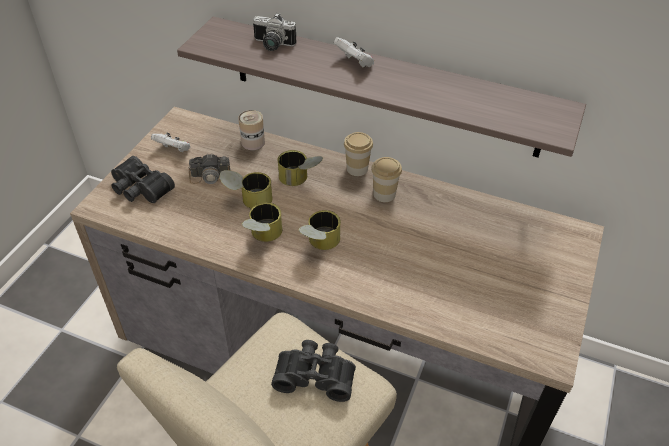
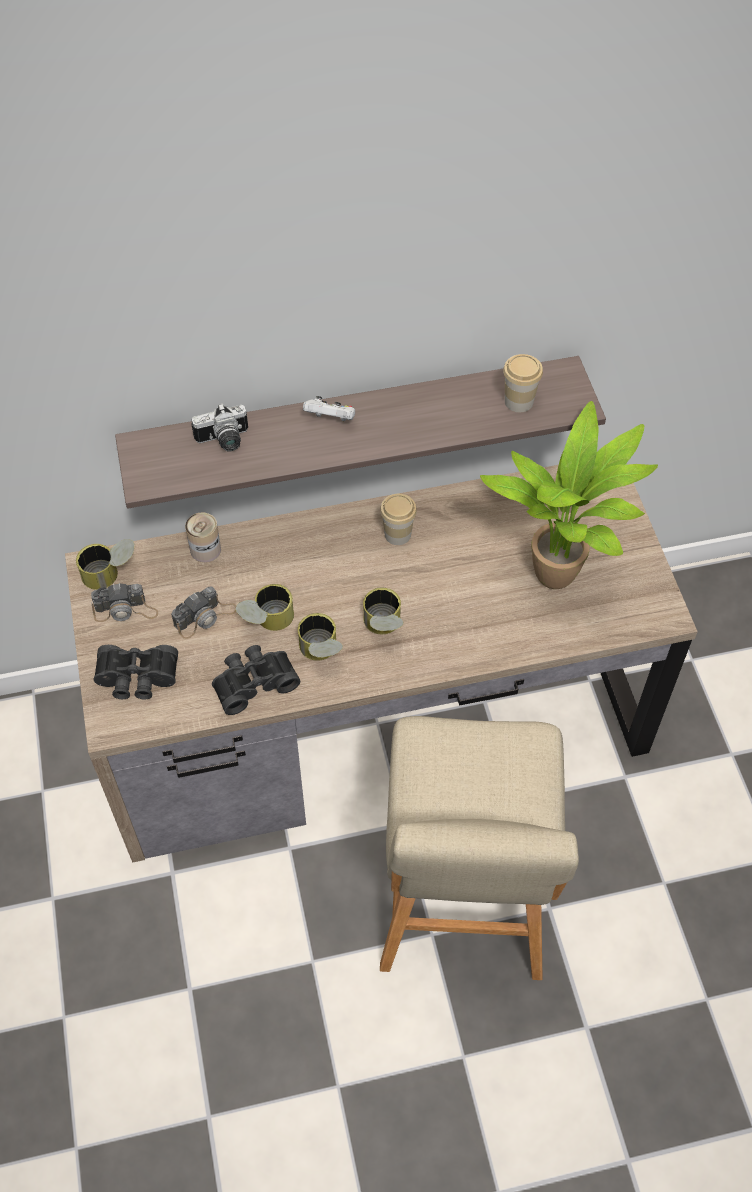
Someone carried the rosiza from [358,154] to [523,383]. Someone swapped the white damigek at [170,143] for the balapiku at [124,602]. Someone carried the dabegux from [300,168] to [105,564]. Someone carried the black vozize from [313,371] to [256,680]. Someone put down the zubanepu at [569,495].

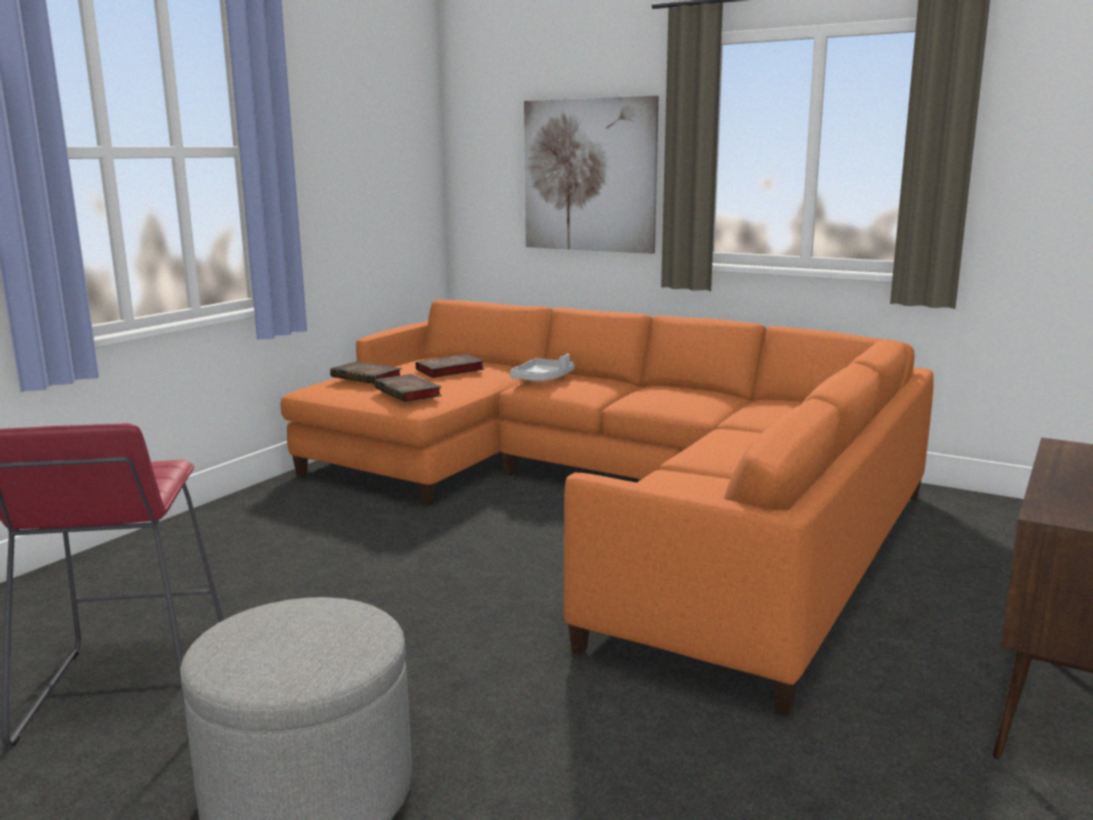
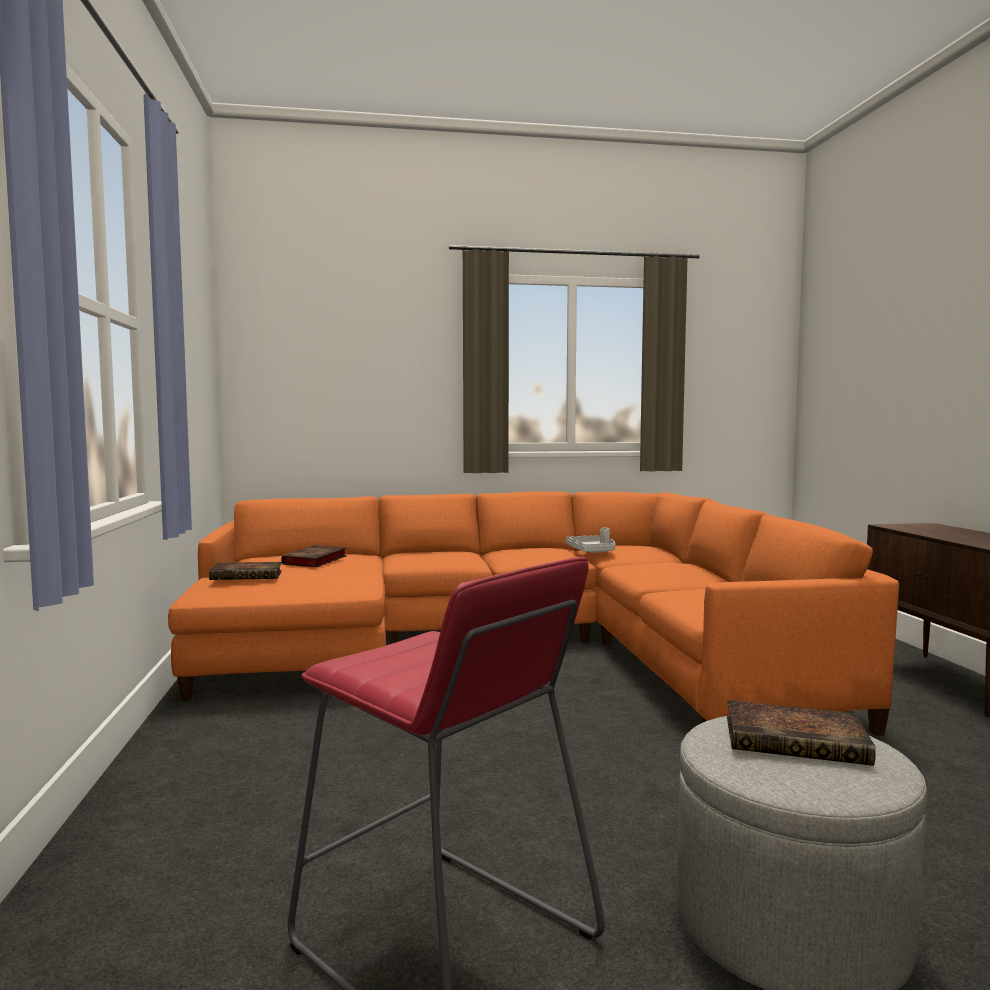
Someone took away the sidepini at [591,175]. Someone carried the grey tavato from [542,367] to [590,540]. Someone carried the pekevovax from [408,388] to [801,733].

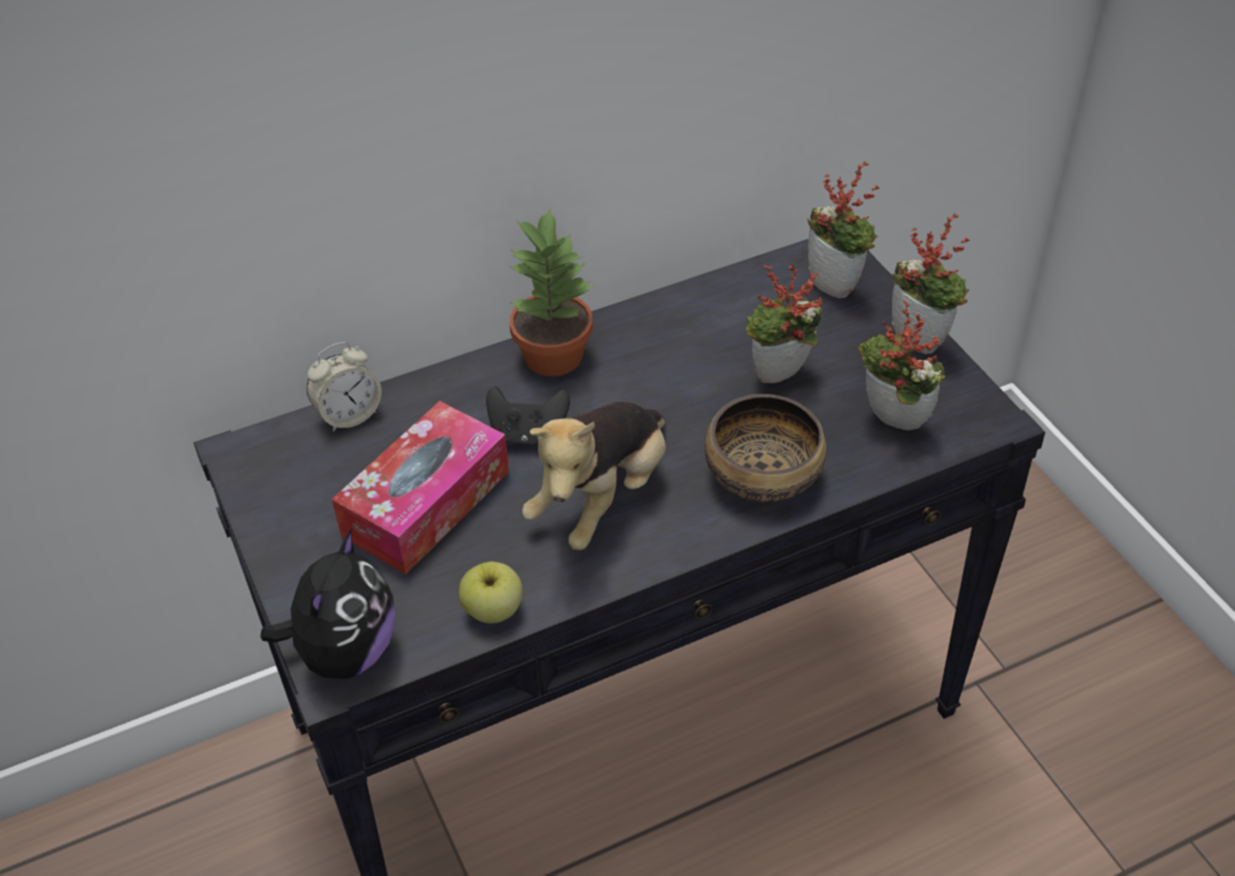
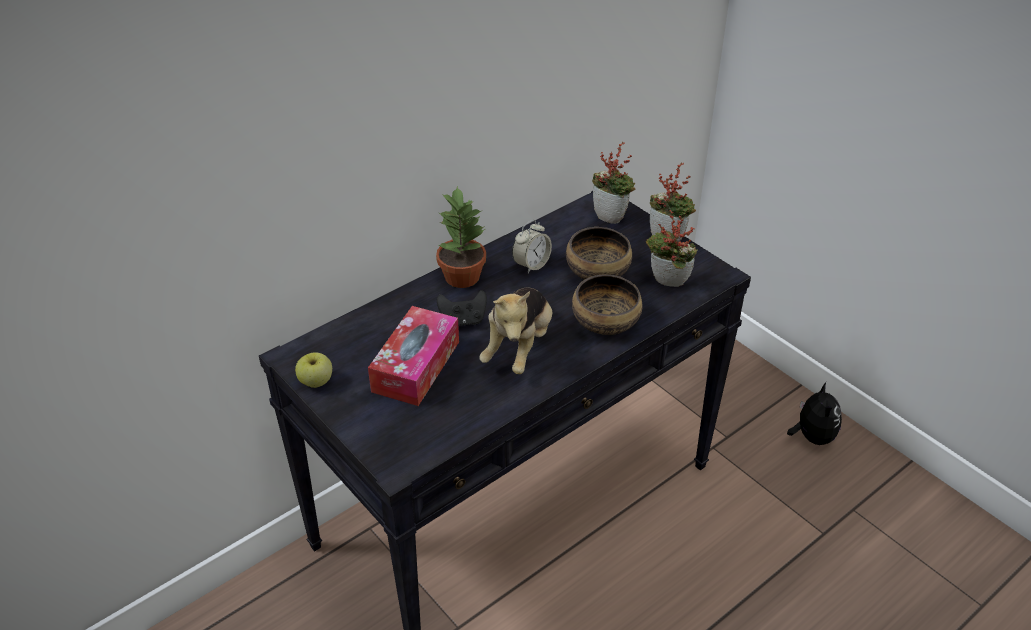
Someone swapped the zubanepu at [784,324] for the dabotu at [599,253]. Someone carried the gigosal from [344,387] to [532,247]. Someone carried the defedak from [328,603] to [814,413]. Someone carried the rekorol from [491,592] to [313,370].

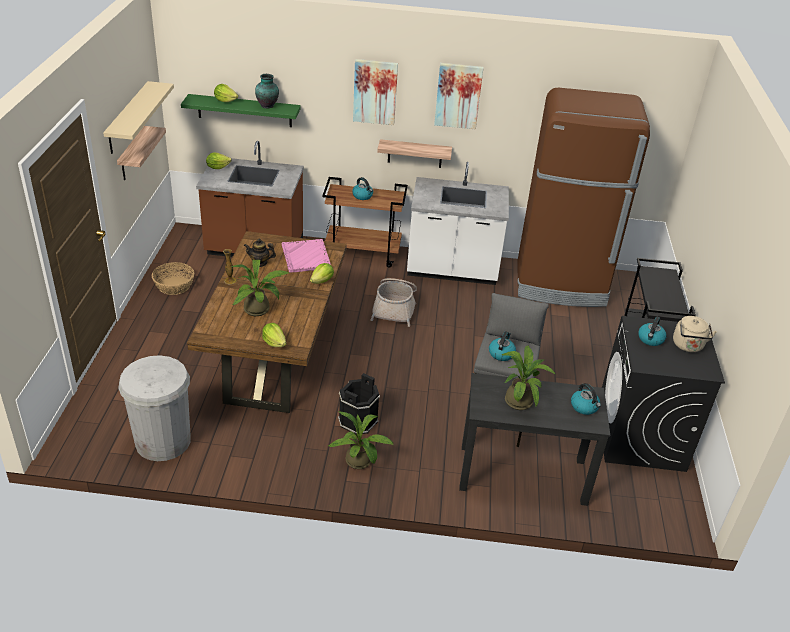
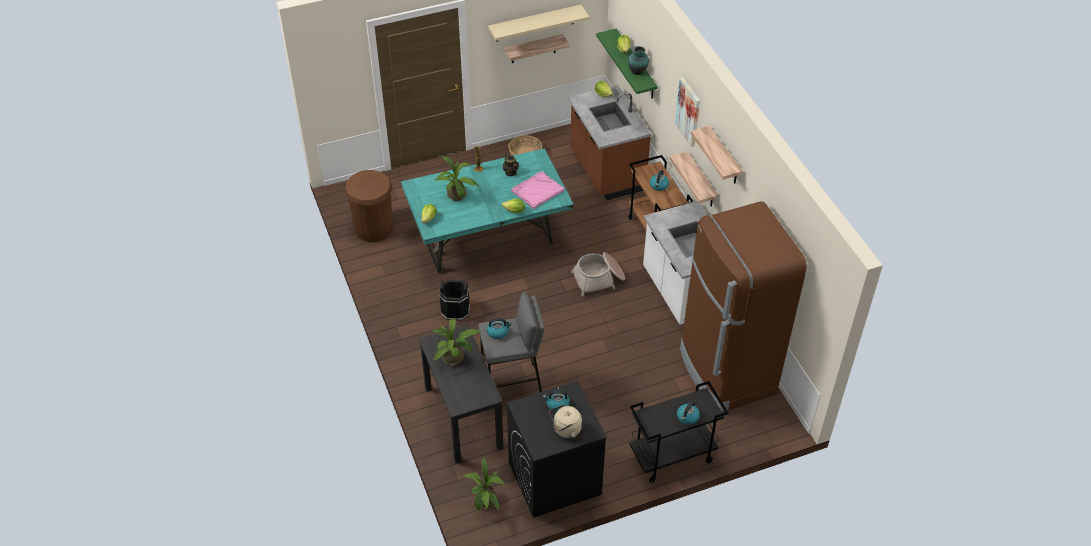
Someone swapped the sidepini at [459,96] for the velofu at [716,154]. Someone repainted the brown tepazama at [267,322], which became the turquoise tepazama at [487,210]. Someone repainted the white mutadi at [154,408], which became the brown mutadi at [369,206]. Someone carried the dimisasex from [586,399] to [688,413]. Someone carried the zubanepu from [361,440] to [484,484].

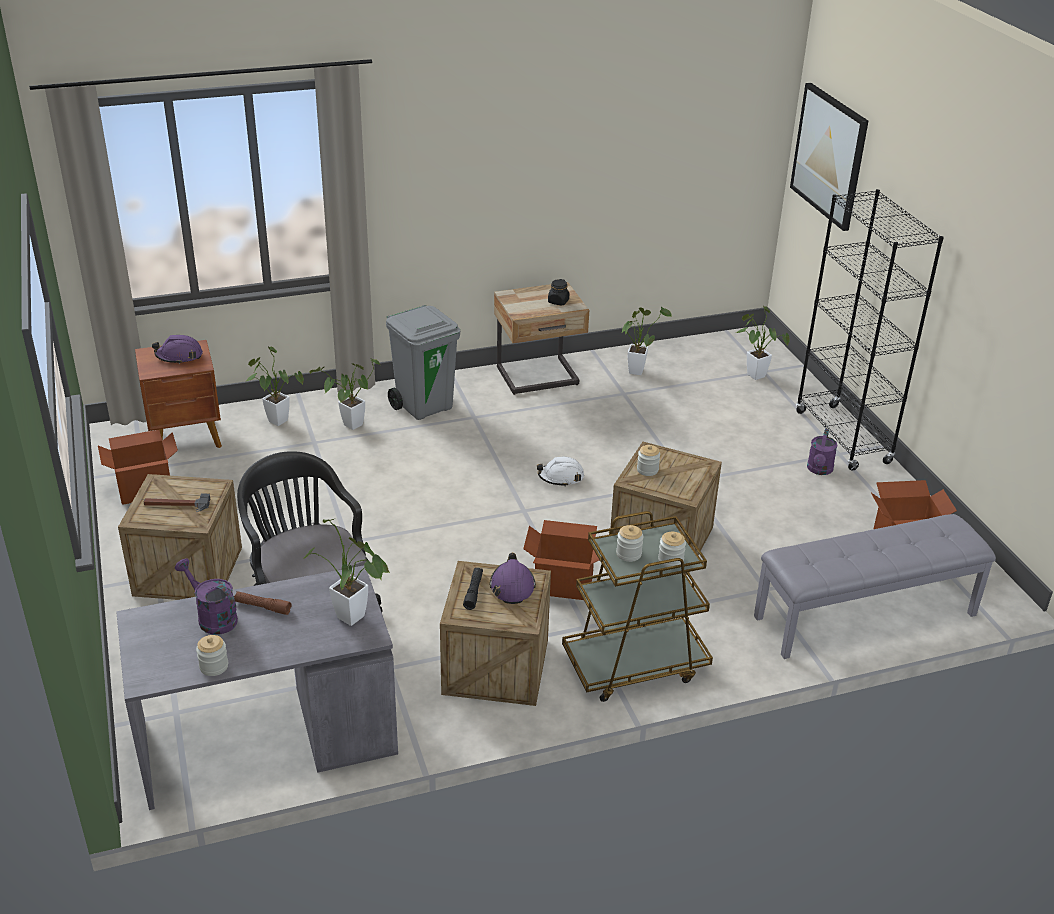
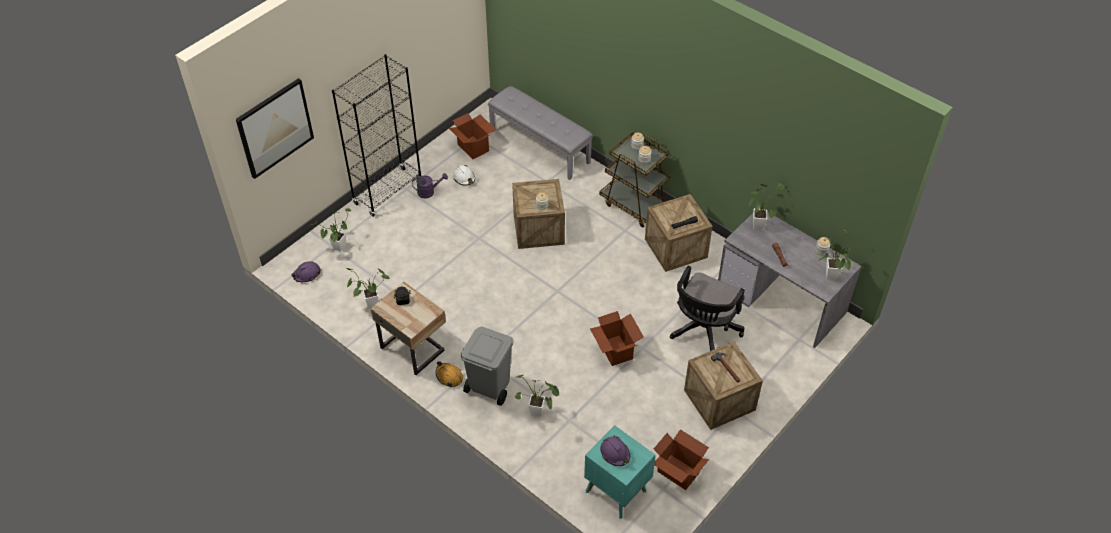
Someone repainted the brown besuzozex at [178,394], which became the turquoise besuzozex at [619,472]. Someone carried the zubanepu from [275,386] to [835,255]. Someone carried the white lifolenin from [560,472] to [464,175]. Someone carried the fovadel from [561,560] to [617,338]. Someone carried the purple lifolenin from [513,578] to [306,271]. Someone took away the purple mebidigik at [206,596]. Someone put down the orange lifolenin at [449,374].

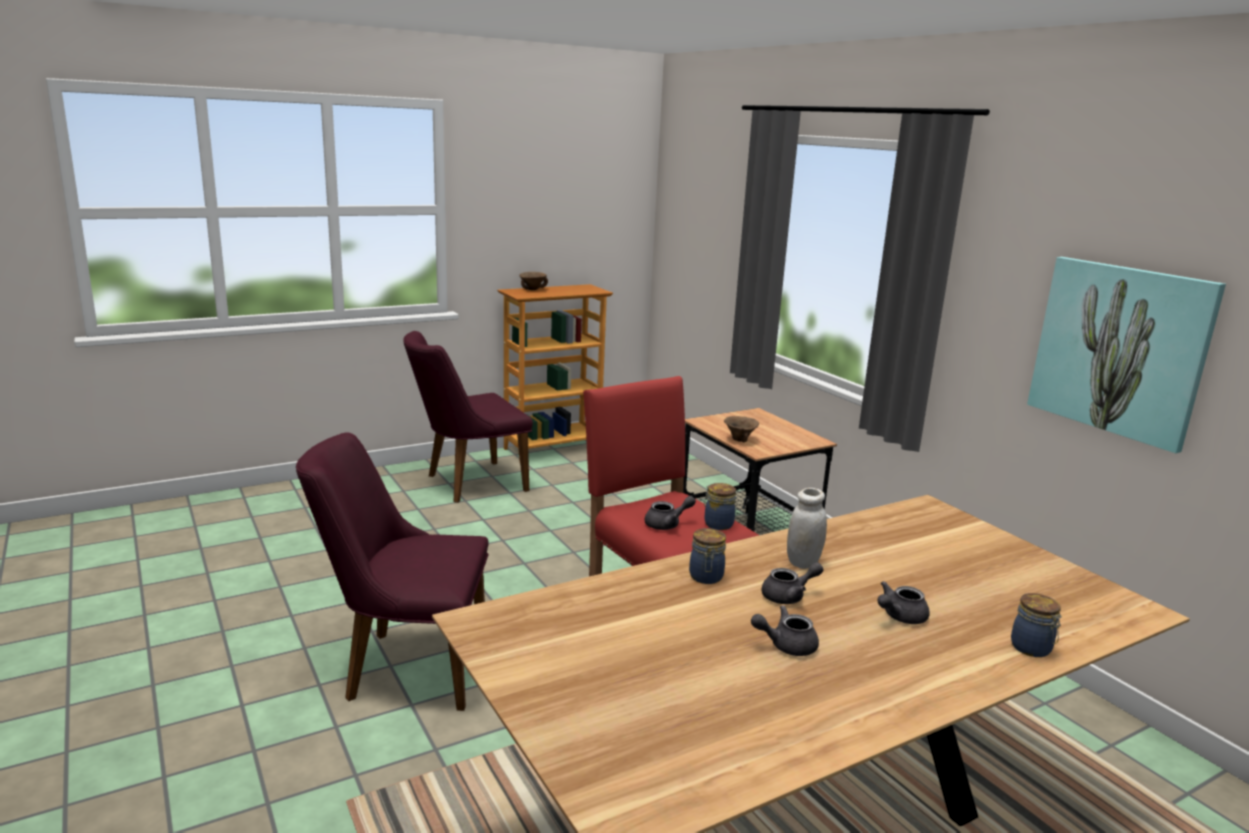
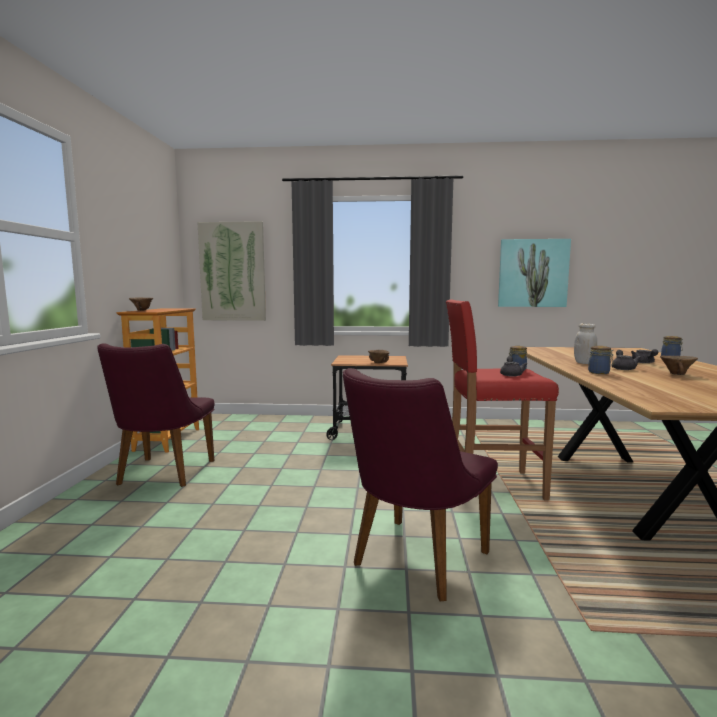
Someone swapped the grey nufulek at [785,630] for the brown dabotu at [679,365]. Someone put up the sidepini at [232,271].

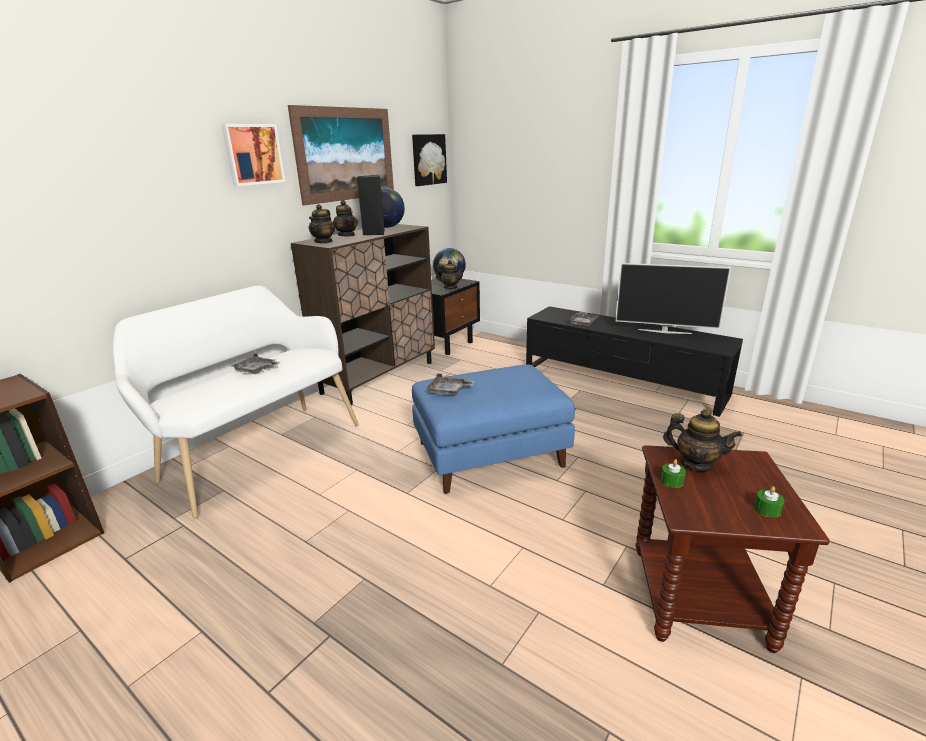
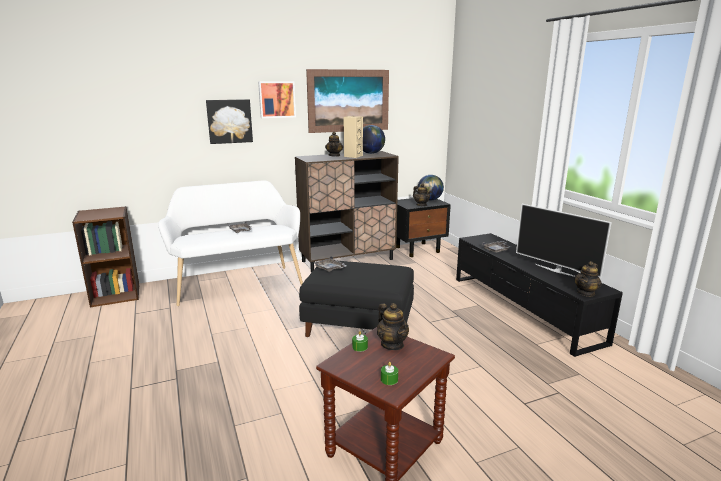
Someone carried the sidepini from [429,160] to [229,121]. Someone repainted the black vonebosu at [371,205], which became the beige vonebosu at [353,137]. Someone carried the nufulek from [321,223] to [588,279]. Someone repainted the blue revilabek at [493,429], which became the black revilabek at [356,299].

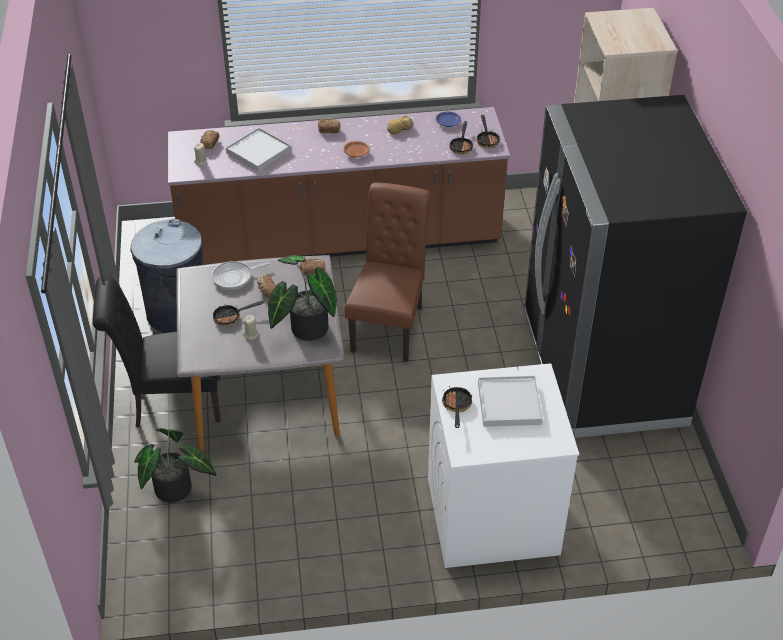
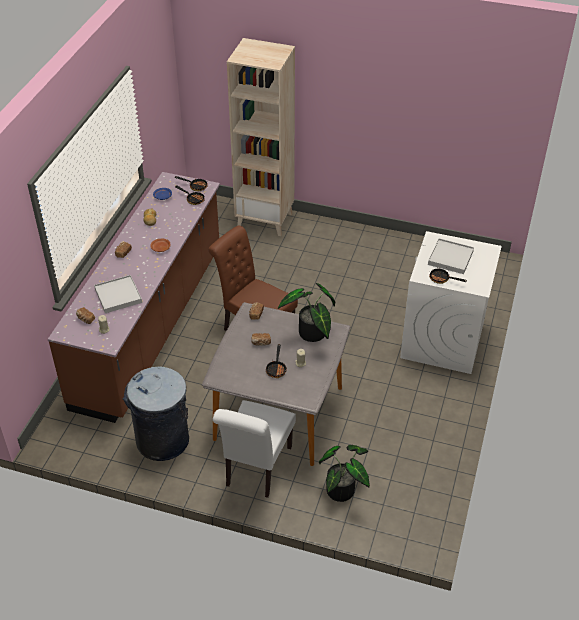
Someone took away the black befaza at [635,266]. Someone took away the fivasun at [241,275]. Someone repainted the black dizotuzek at [157,351], which became the white dizotuzek at [254,449].

